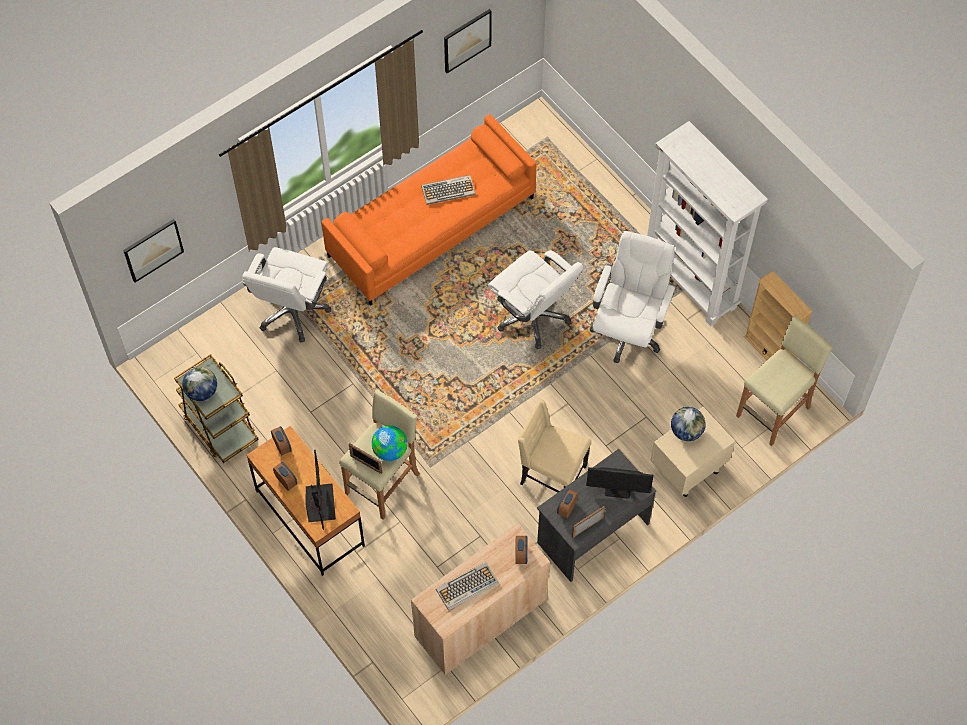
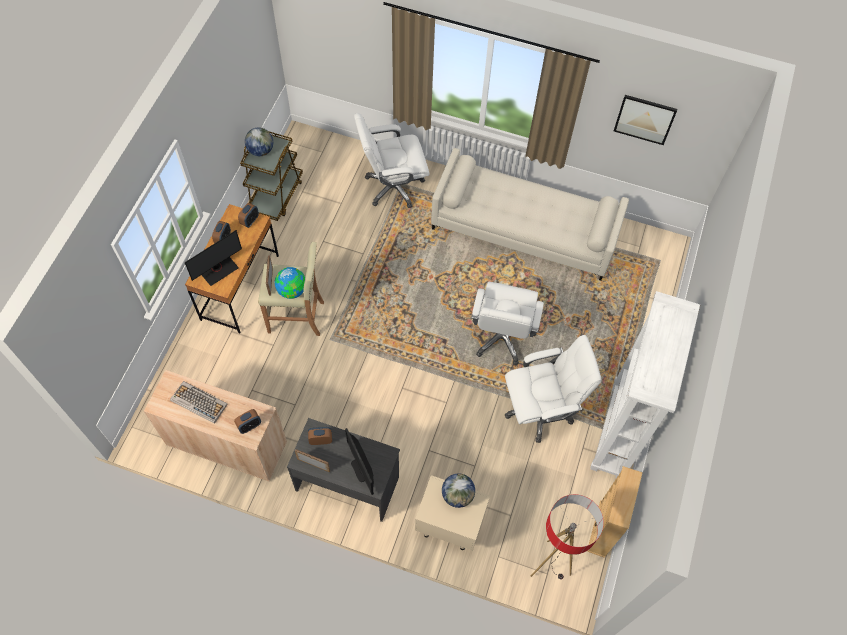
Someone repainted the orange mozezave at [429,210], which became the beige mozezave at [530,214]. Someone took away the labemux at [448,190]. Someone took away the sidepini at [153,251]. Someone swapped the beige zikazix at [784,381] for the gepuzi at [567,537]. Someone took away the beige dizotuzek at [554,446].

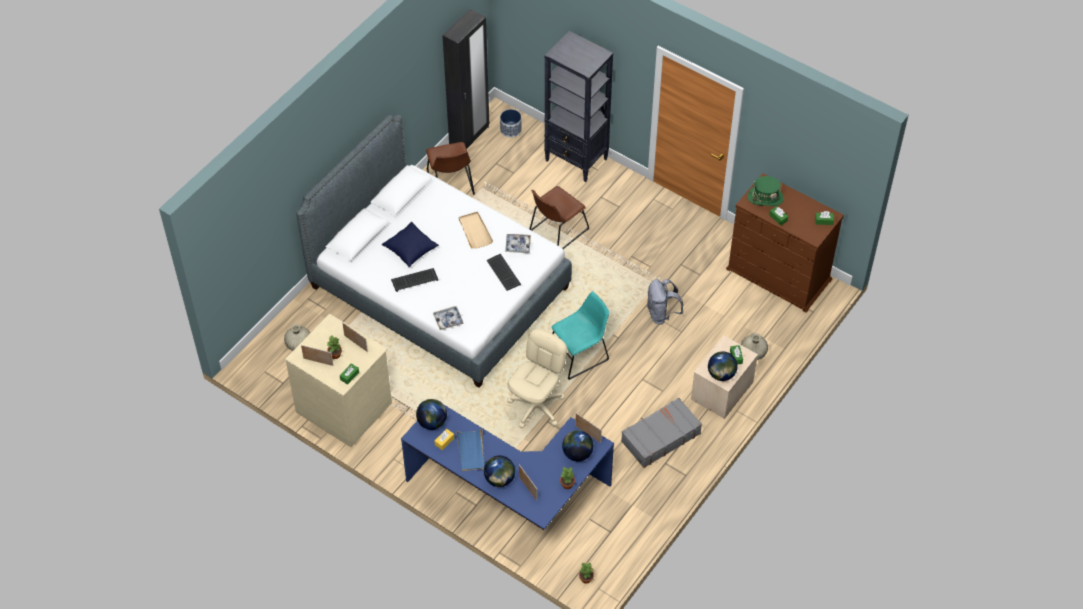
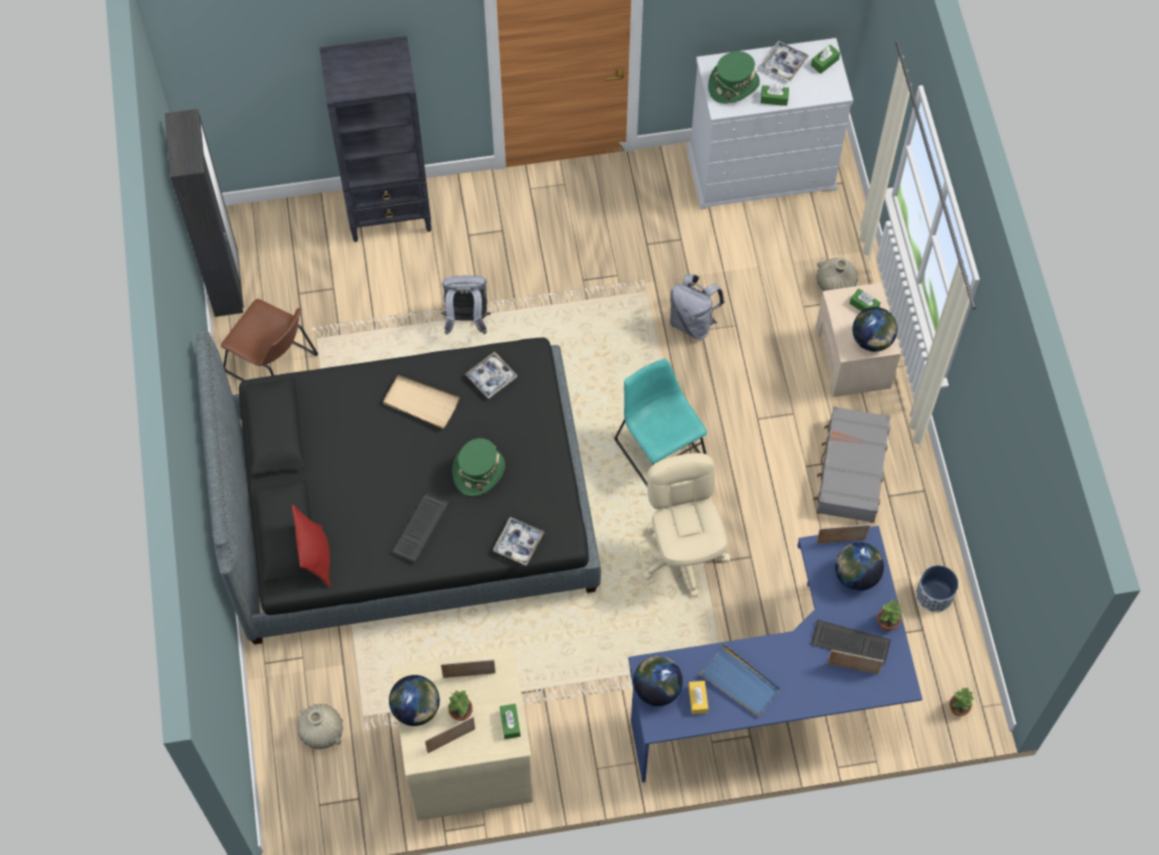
Someone carried the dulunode from [511,123] to [937,588]. Someone repainted the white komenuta at [434,251], which became the black komenuta at [398,486]. Someone repainted the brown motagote at [785,243], which became the white motagote at [769,123]. Someone swapped the brown dizotuzek at [559,217] for the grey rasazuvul at [466,305]. Someone took away the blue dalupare at [410,245]. Someone carried the labemux from [503,272] to [851,642]. Someone rotated the turquoise dizotuzek at [581,335] by 45 degrees counterclockwise. Someone carried the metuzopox from [499,471] to [414,700]. Someone put down the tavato at [785,61]. Someone put down the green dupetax at [478,467]. Someone put down the red dalupare at [311,546].

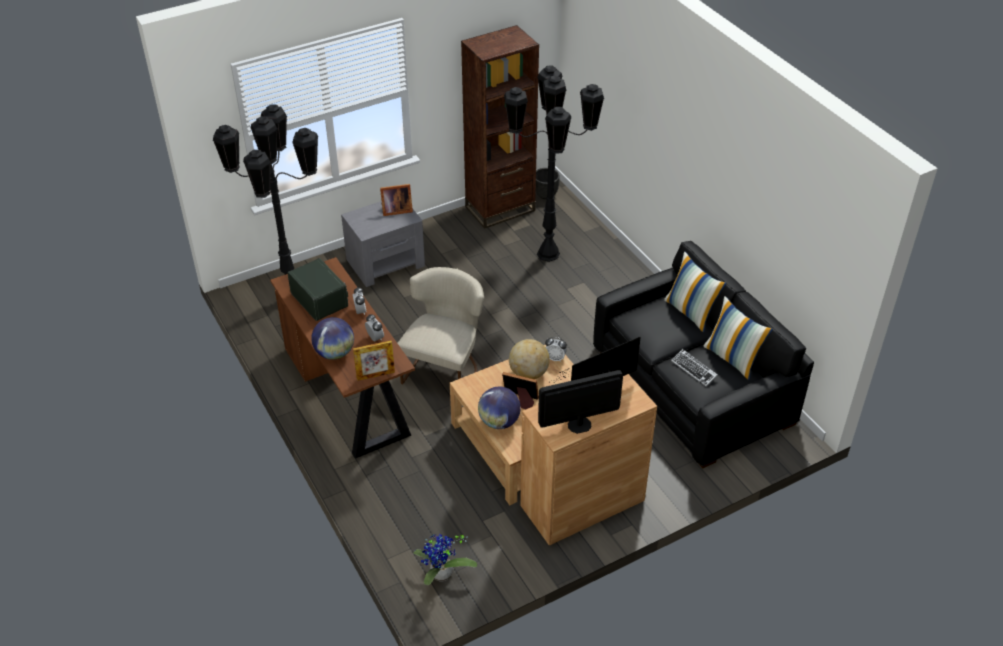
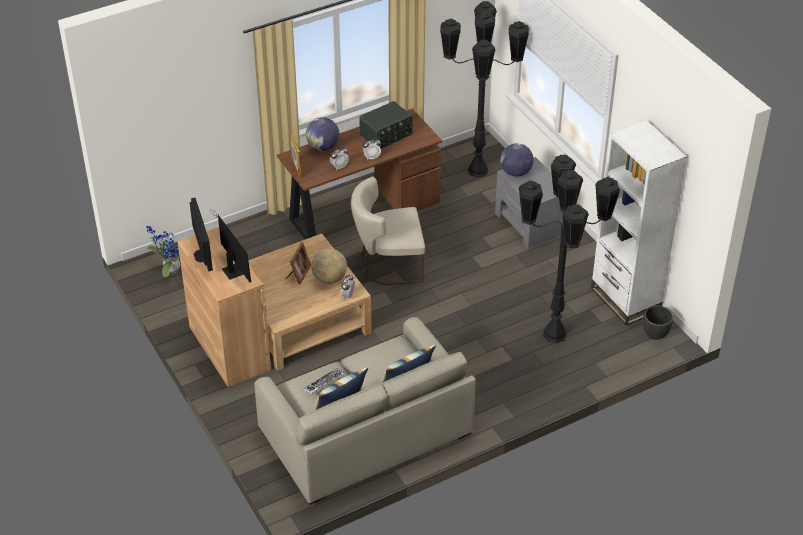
Someone repainted the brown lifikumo at [500,127], which became the white lifikumo at [639,223]. Someone took away the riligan at [396,200]. Someone repainted the black mozezave at [703,354], which became the beige mozezave at [365,411]. Someone rotated the beige dizotuzek at [441,325] by 150 degrees clockwise. Someone carried the metuzopox from [499,408] to [517,160].

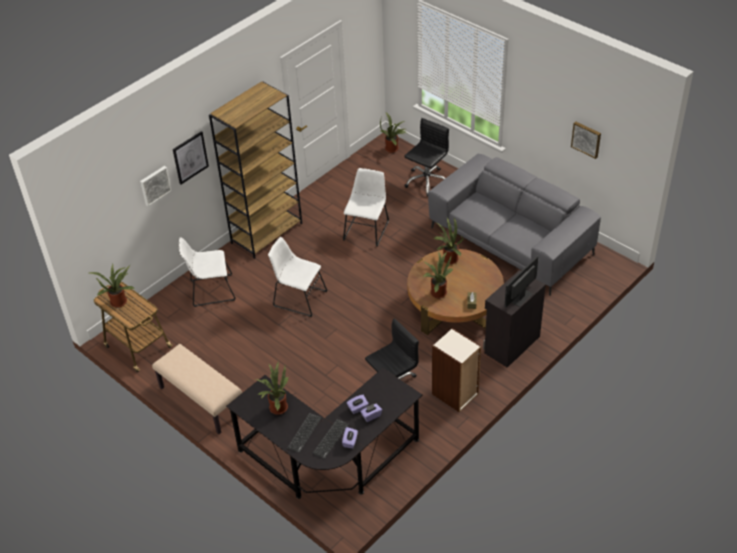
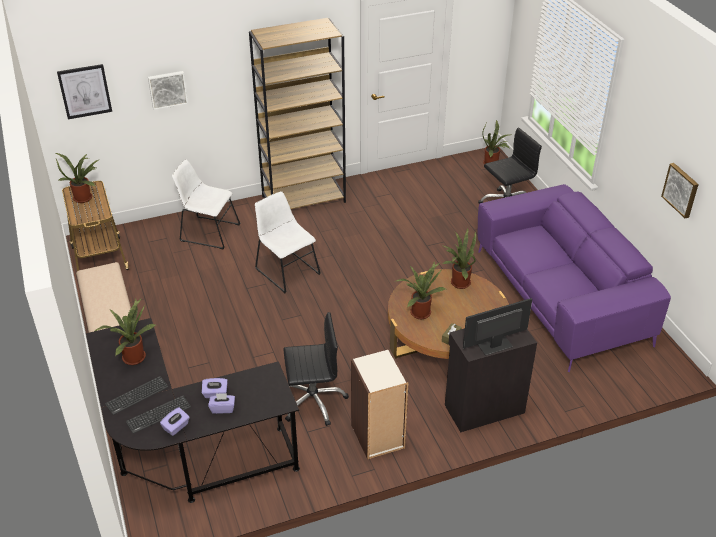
Someone carried the sidepini from [191,158] to [84,91]. Someone repainted the grey mozezave at [514,225], which became the purple mozezave at [574,278]. Someone took away the white dizotuzek at [366,207].

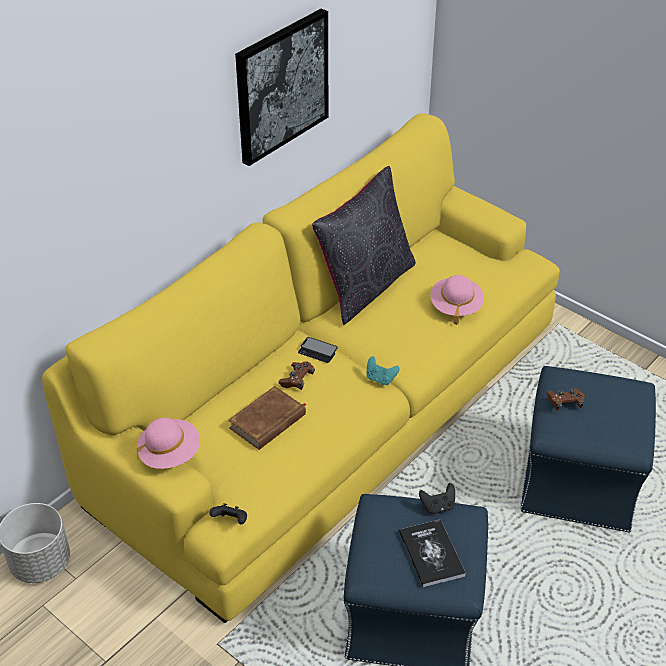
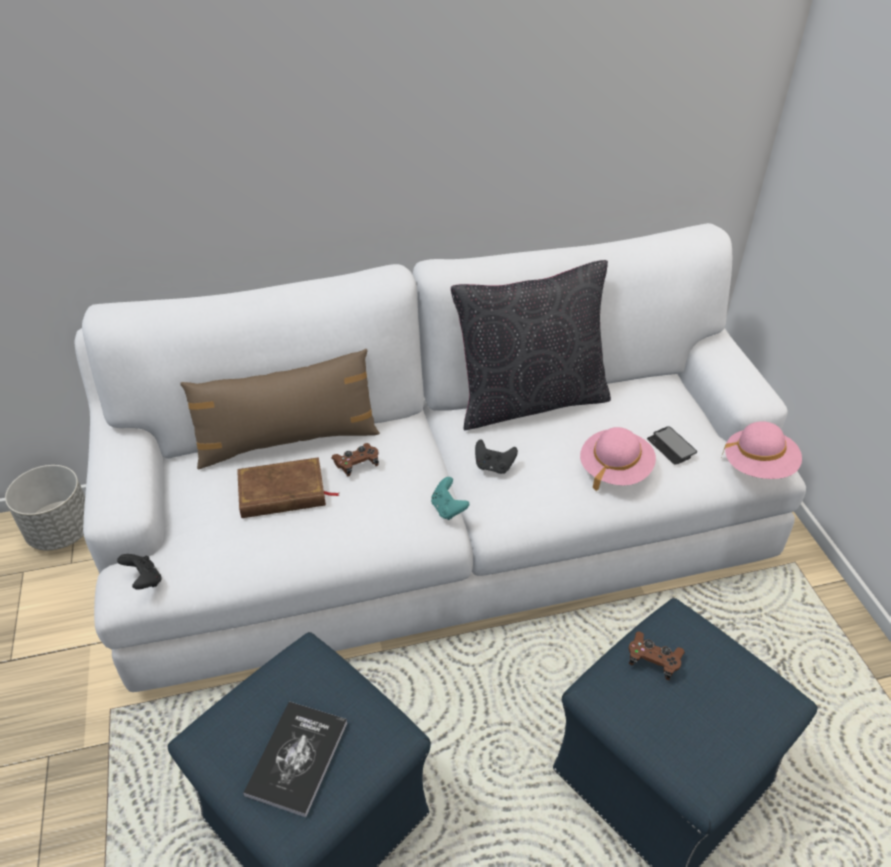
Someone took away the sidepini at [281,87]. Someone repainted the yellow mozezave at [301,368], which became the white mozezave at [440,457]. Someone carried the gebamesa from [318,350] to [672,445]. Someone carried the pink dupetax from [168,443] to [761,450]. Someone carried the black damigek from [437,498] to [496,456]. Someone put down the brown dalupare at [280,409].

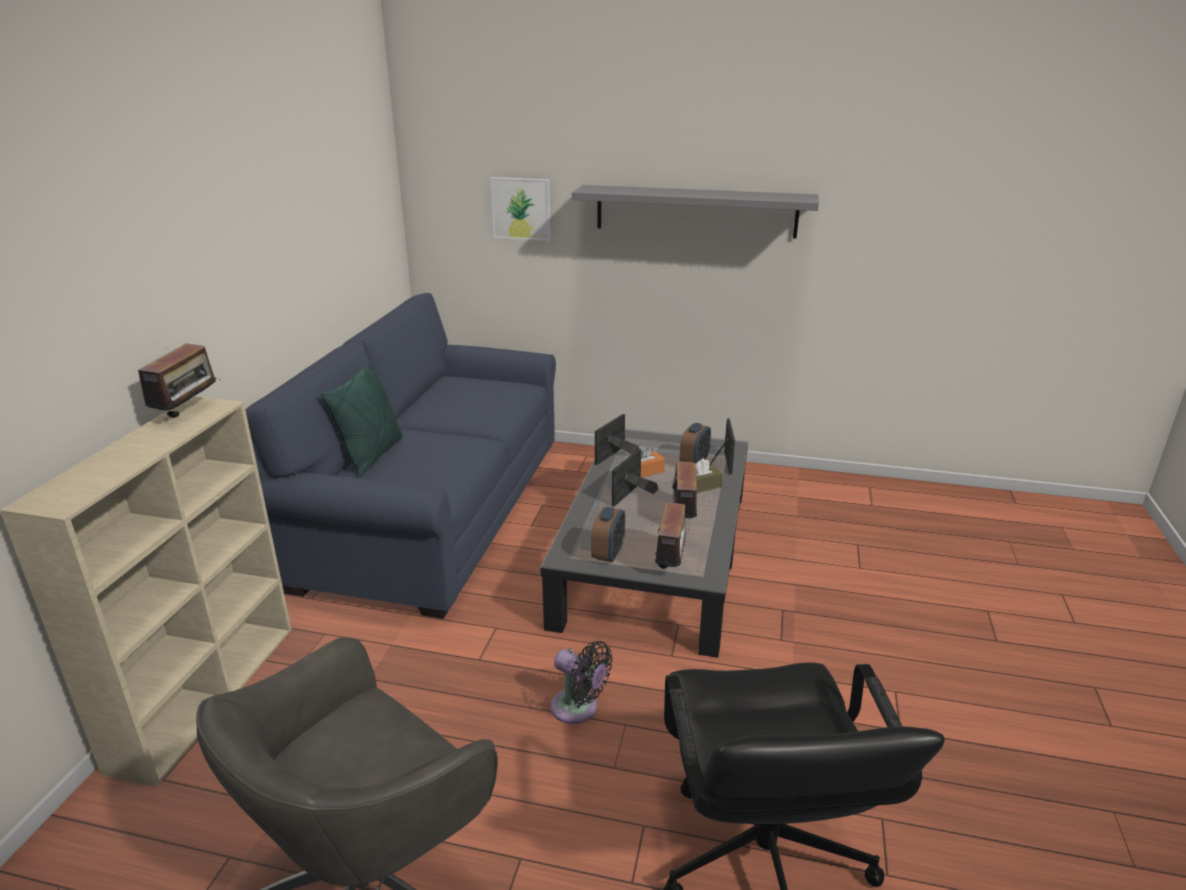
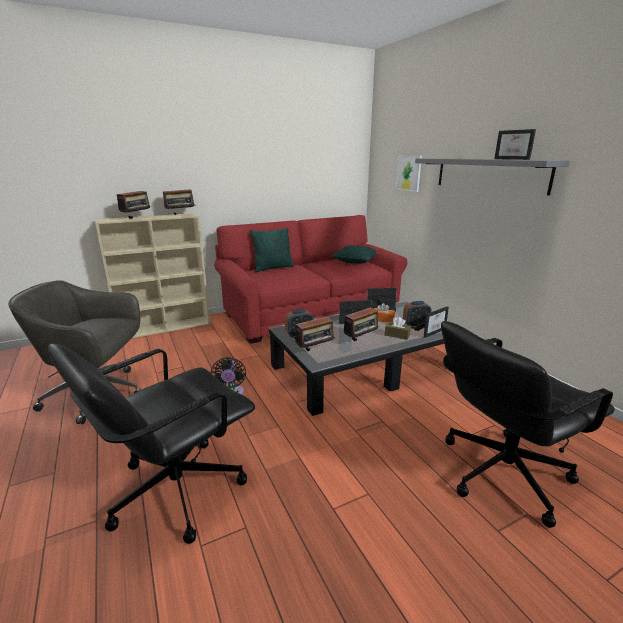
Someone repainted the blue mozezave at [400,456], which became the red mozezave at [310,279]. Someone put down the riligan at [515,144]. Someone put down the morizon at [133,202]. Someone put down the green dalupare at [353,254]. Someone put down the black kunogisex at [528,424].

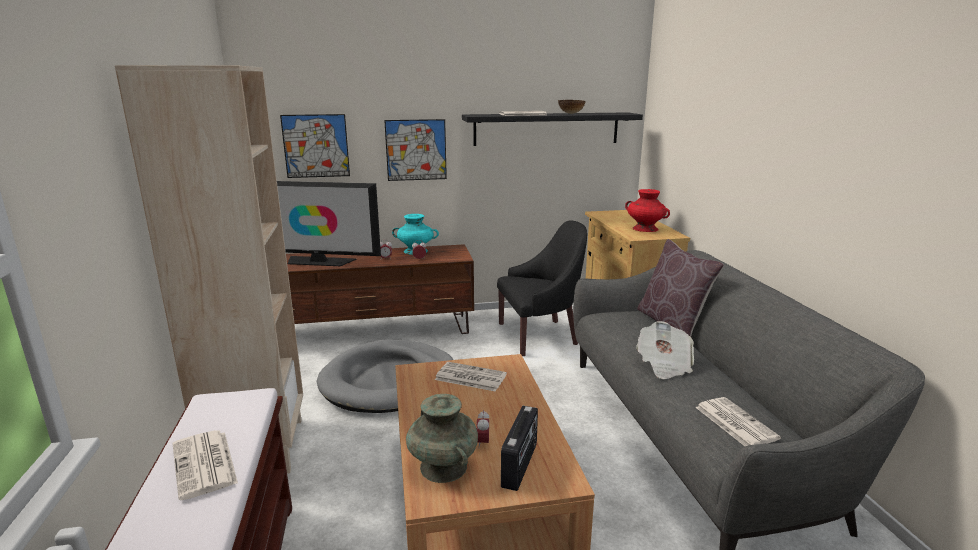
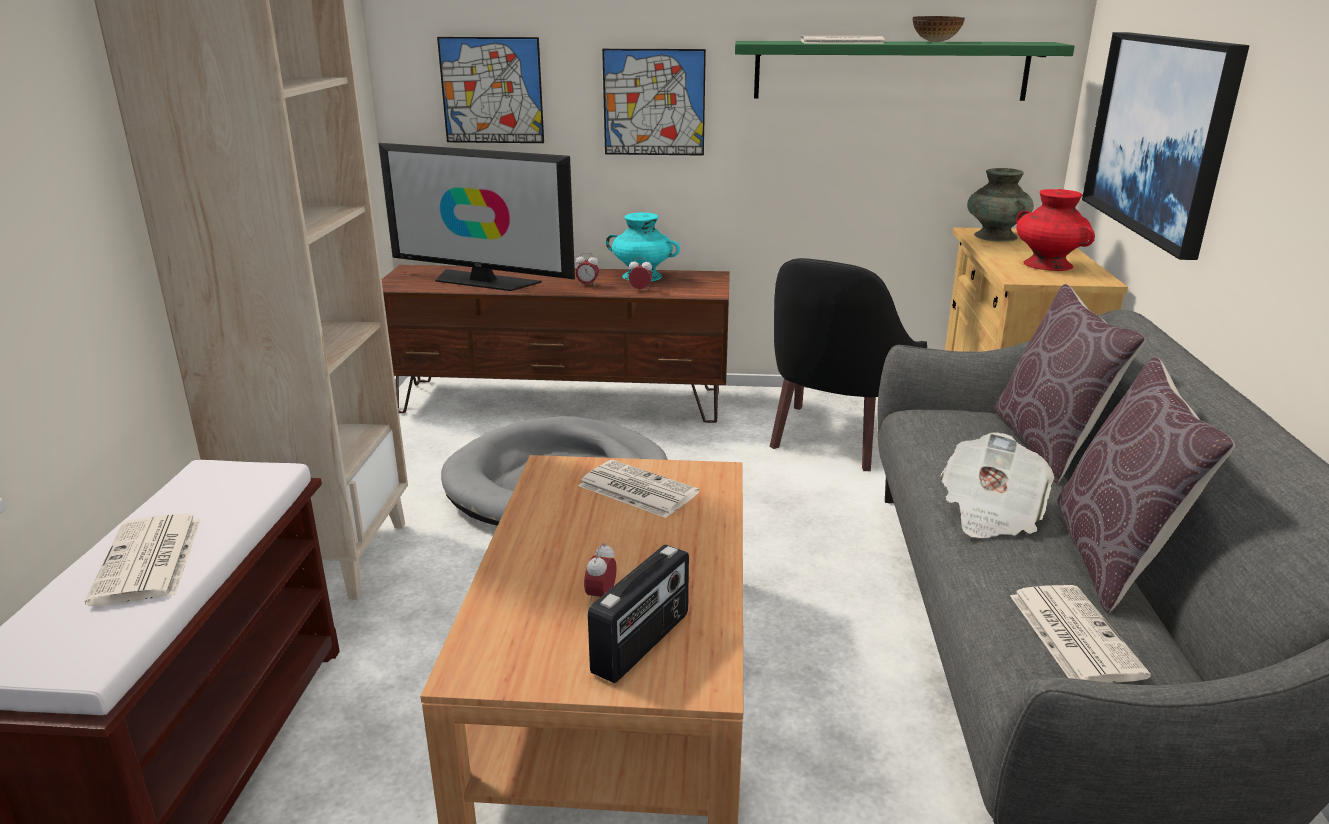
Someone repainted the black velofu at [552,129], which became the green velofu at [905,71]. Someone rotated the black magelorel at [542,288] by 120 degrees clockwise. Someone carried the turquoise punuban from [442,438] to [1000,205]. Someone put up the sidepini at [1165,146]. Someone put down the brown dalupare at [1146,484].

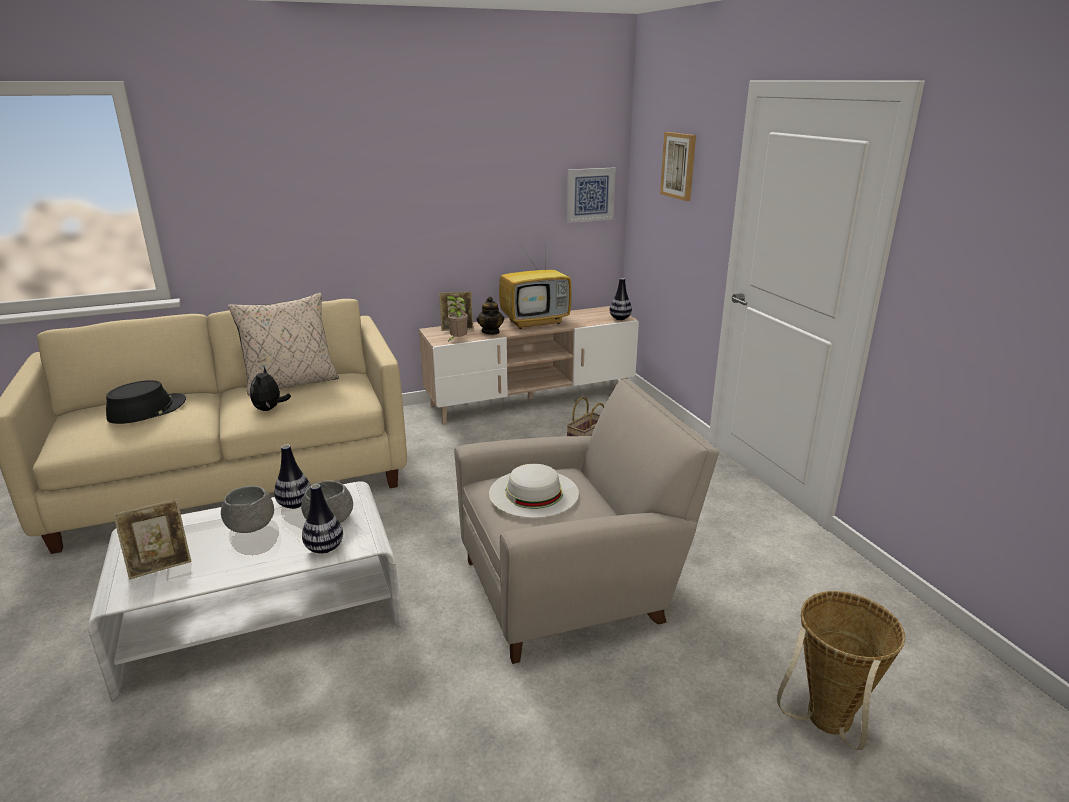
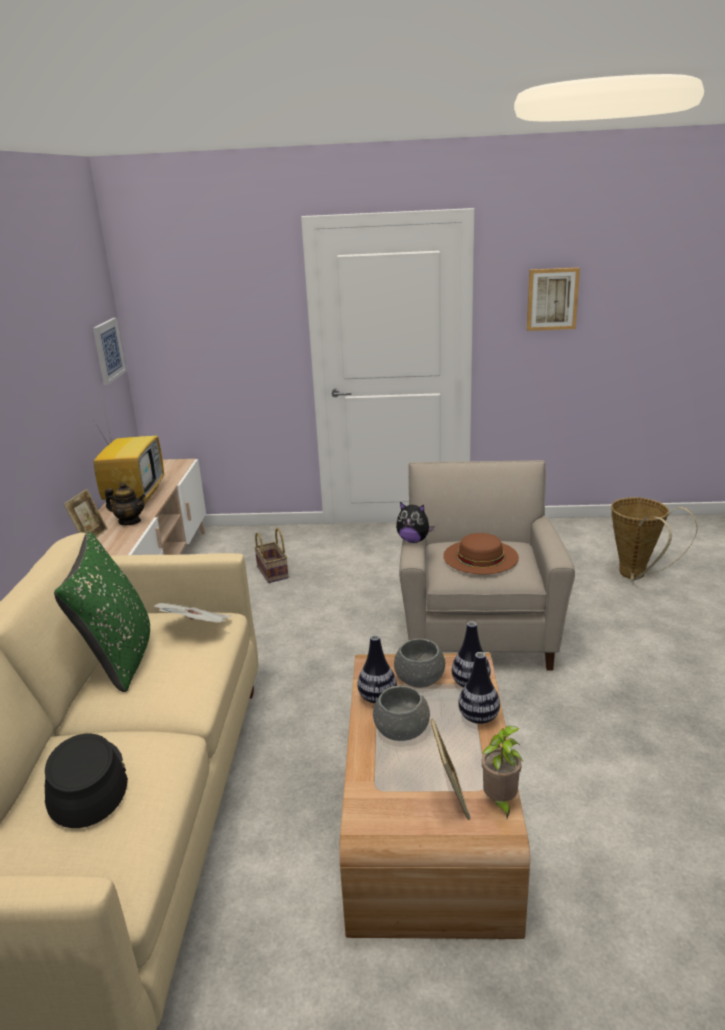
Someone carried the sidepini from [678,166] to [553,299]. Someone carried the punuban from [621,299] to [479,688]. Someone repainted the beige dalupare at [283,344], which became the green dalupare at [102,612]. Someone carried the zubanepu from [456,319] to [502,772]. Someone carried the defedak from [270,389] to [415,522]. Someone repainted the white dupetax at [534,491], which became the brown dupetax at [481,553]. Someone repainted the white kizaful at [245,591], which became the brown kizaful at [434,796]. Someone put down the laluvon at [192,613].

